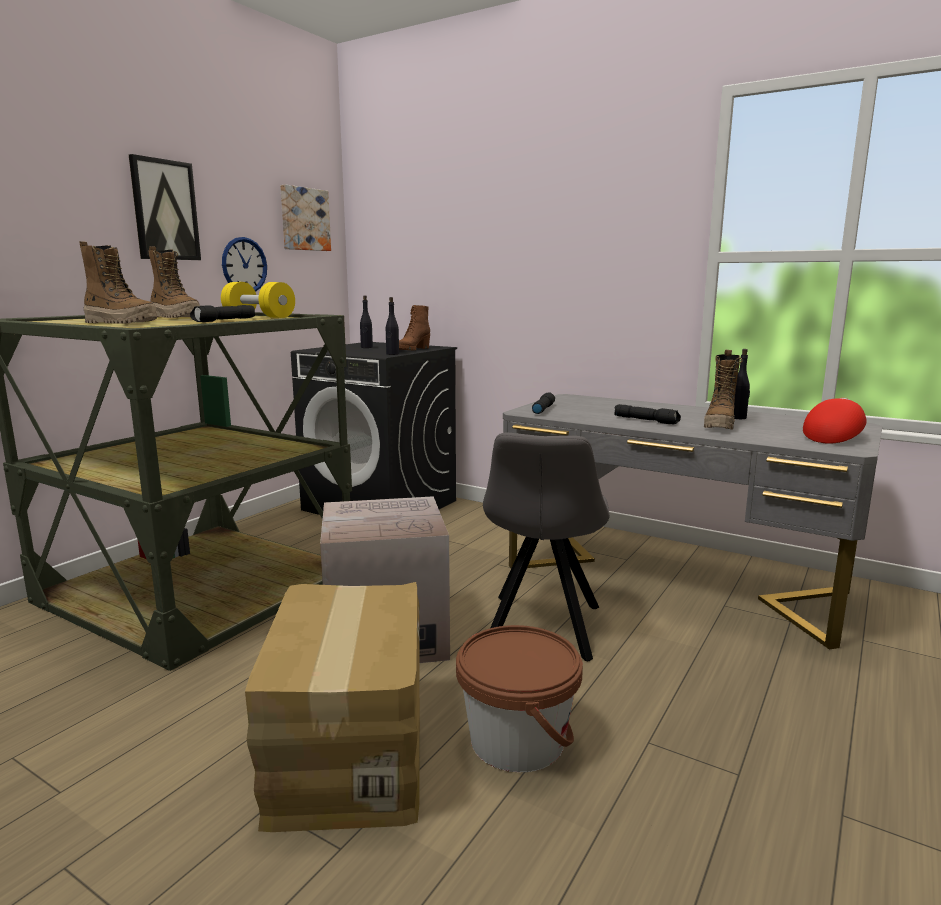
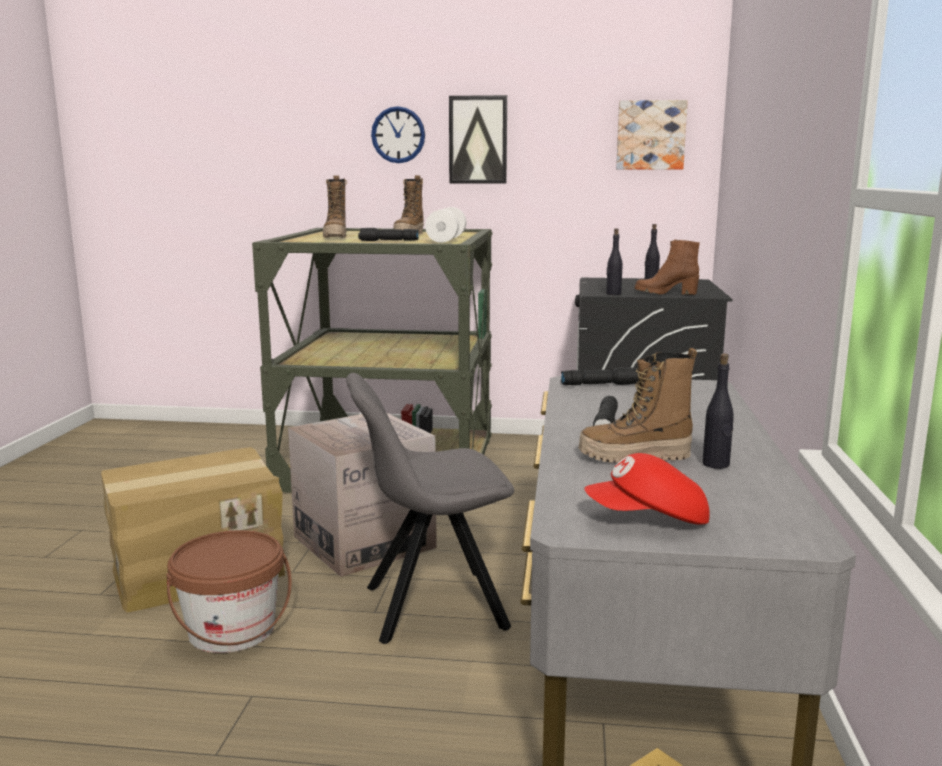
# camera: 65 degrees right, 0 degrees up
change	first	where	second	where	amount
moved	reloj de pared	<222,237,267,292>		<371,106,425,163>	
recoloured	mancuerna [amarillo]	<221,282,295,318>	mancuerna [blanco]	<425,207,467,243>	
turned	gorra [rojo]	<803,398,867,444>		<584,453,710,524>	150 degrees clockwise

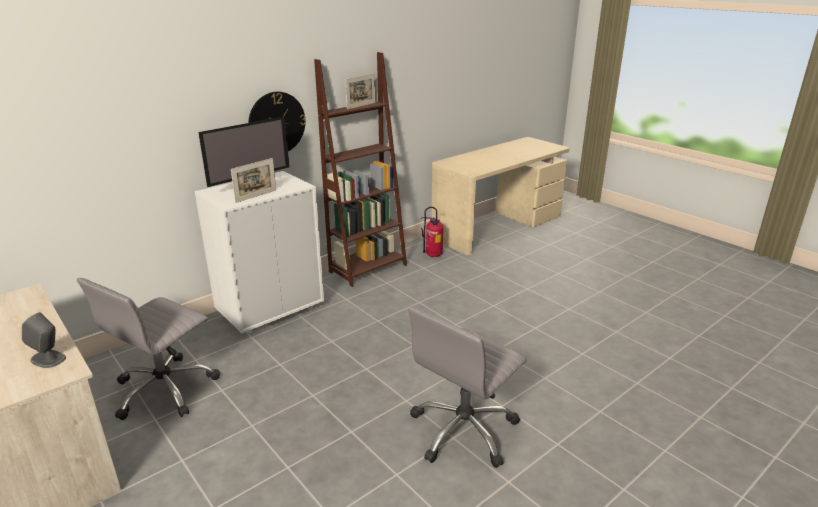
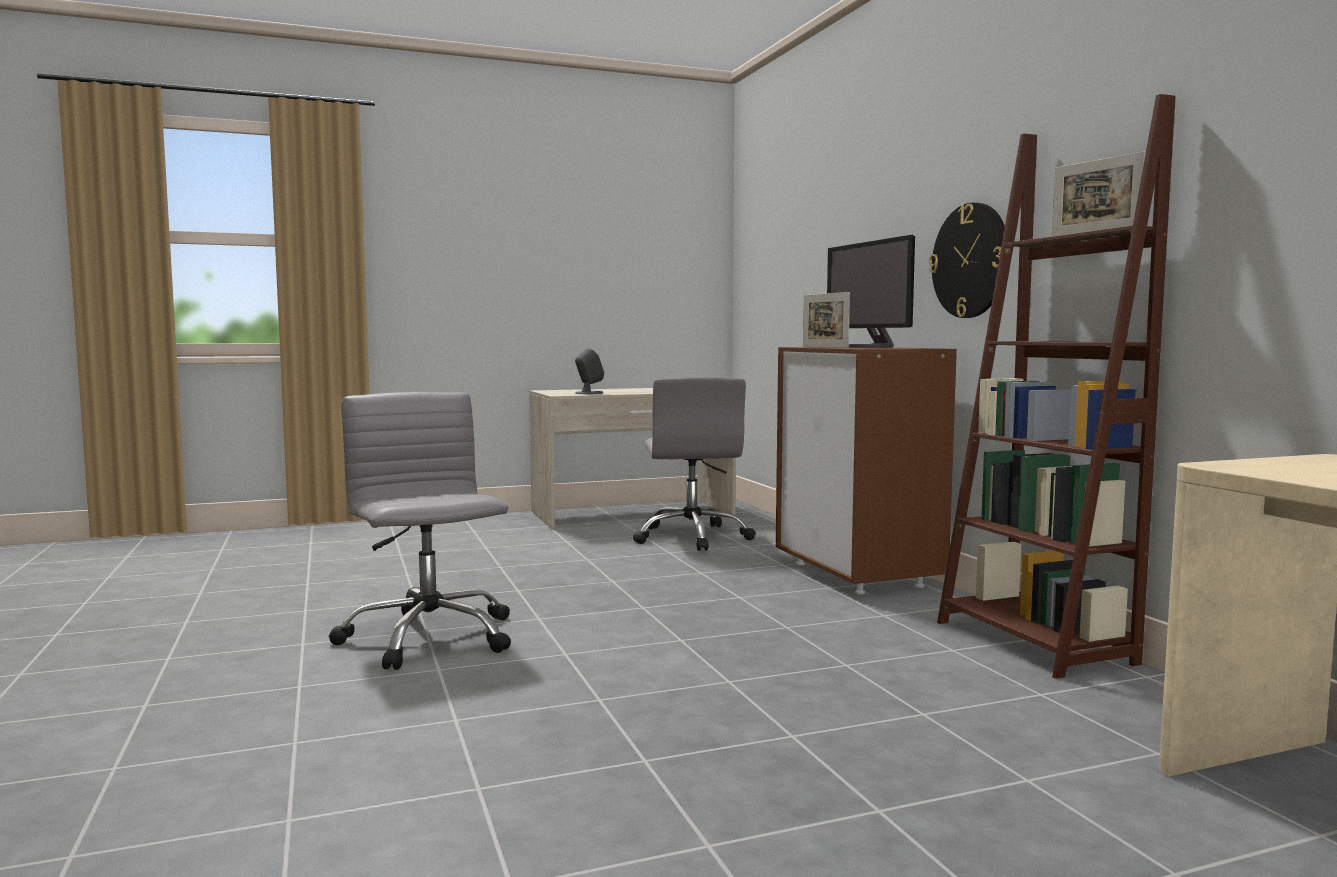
# camera: 110 degrees right, 20 degrees down
change	first	where	second	where	amount
removed	extintor	<421,207,443,257>			
recoloured	armario [blanco]	<195,171,324,334>	armario [marrón]	<776,347,957,595>	
turned	silla de oficina [gris]	<77,278,220,420>		<633,377,756,551>	150 degrees counterclockwise

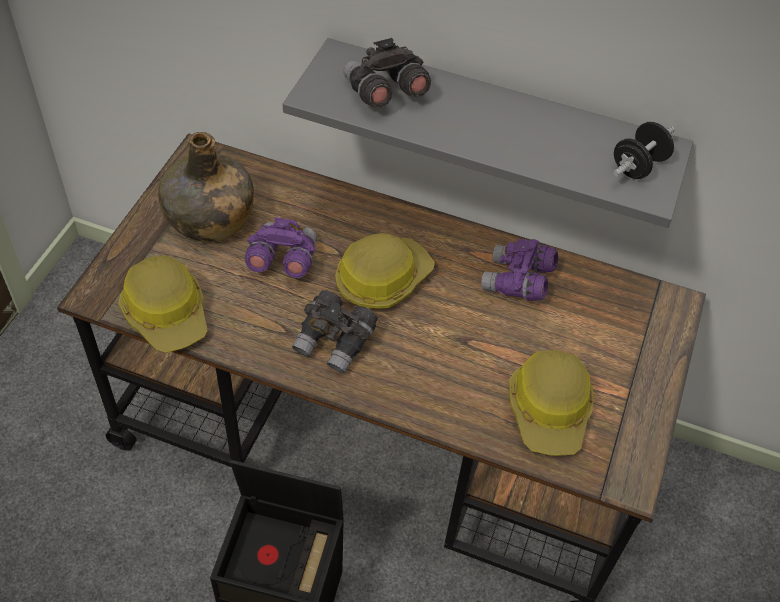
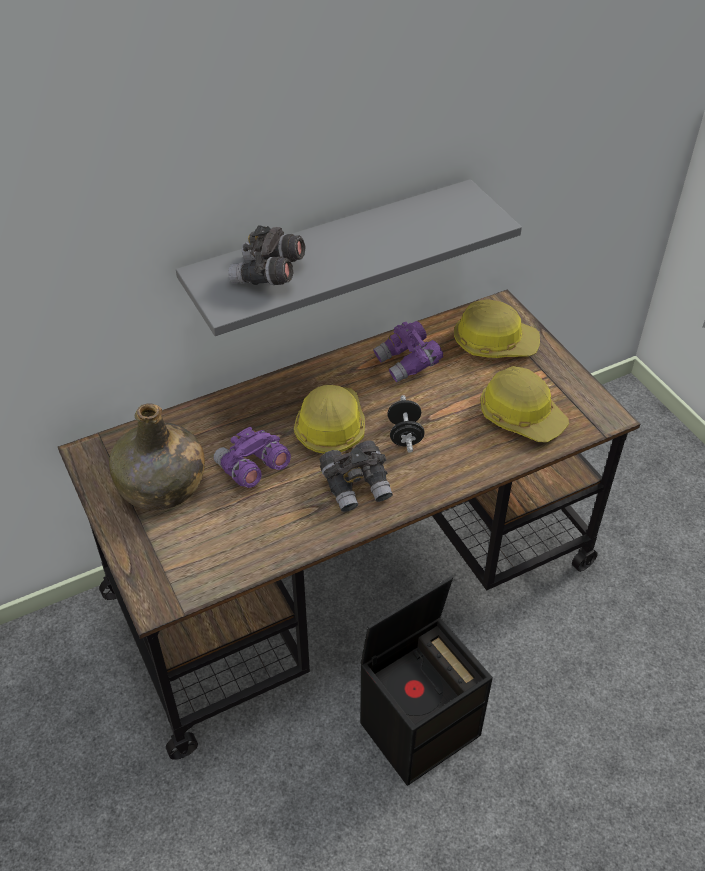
# camera: 45 degrees left, 5 degrees down
change	first	where	second	where	amount
moved	casco	<118,255,208,353>		<454,299,540,358>	
moved	mancuerna [negro]	<613,122,674,179>		<387,395,425,453>	

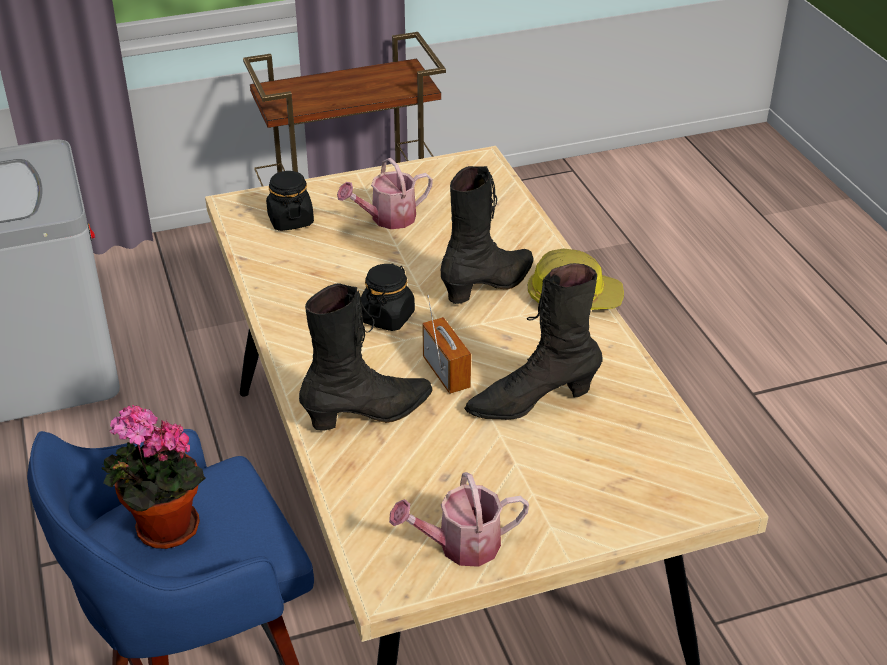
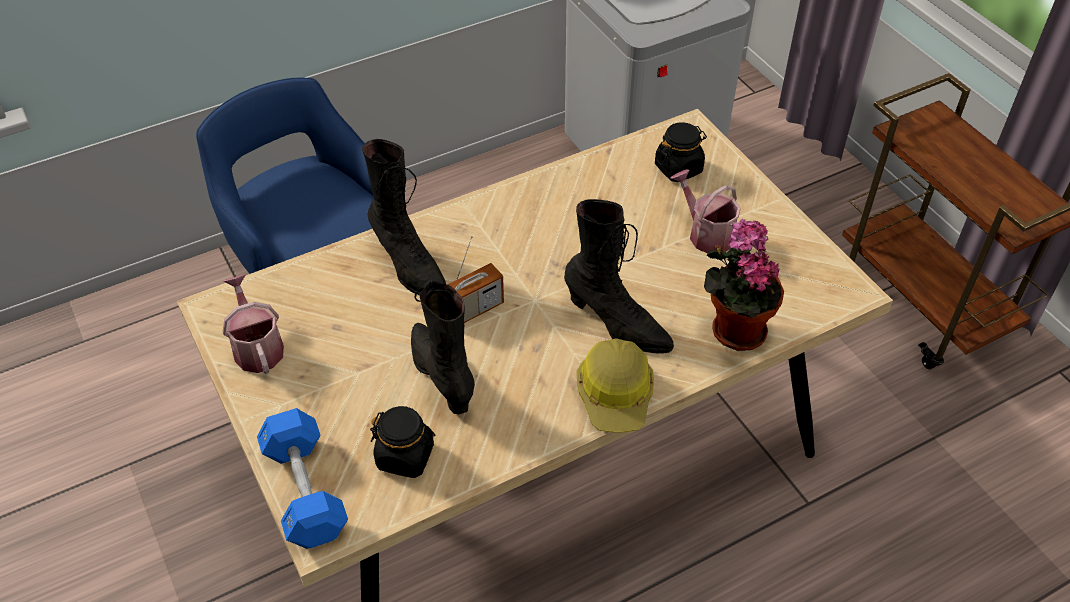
# camera: 80 degrees right, 10 degrees up
change	first	where	second	where	amount
added			mancuerna [azul]	<257,408,348,549>	
moved	planta en maceta	<102,405,206,549>		<704,219,784,351>	
moved	tarro [negro]	<361,263,415,331>		<370,406,436,478>	

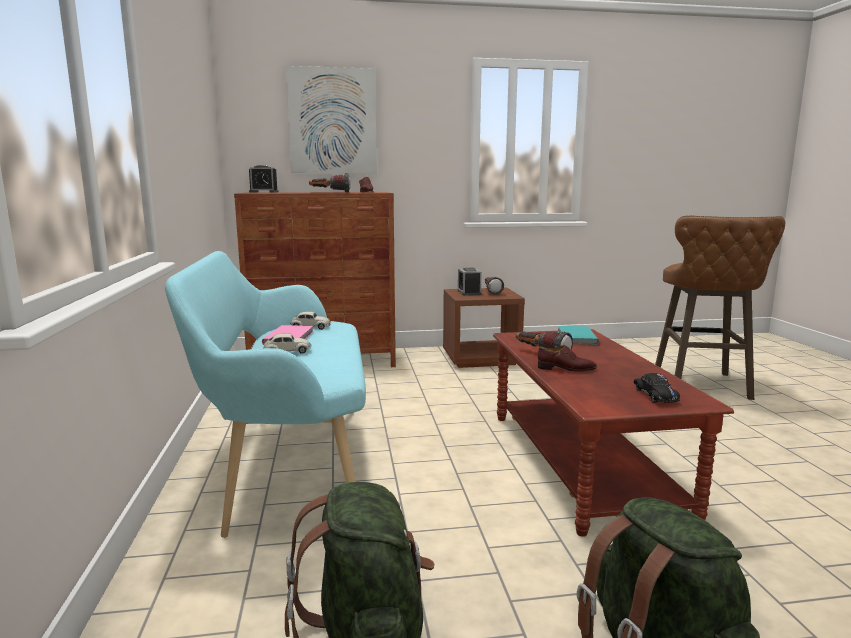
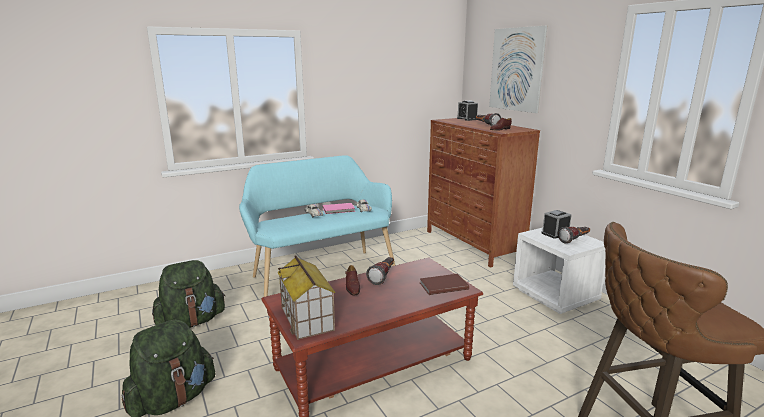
# camera: 70 degrees right, 5 degrees up
change	first	where	second	where	amount
replaced	coche de juguete [negro]	<634,373,680,403>	casita	<277,255,335,340>	
recoloured	mesita de noche [marrón]	<443,288,525,368>	mesita de noche [blanco]	<513,228,606,314>	
recoloured	libro [turquesa]	<558,326,599,344>	libro [marrón]	<420,274,469,295>	

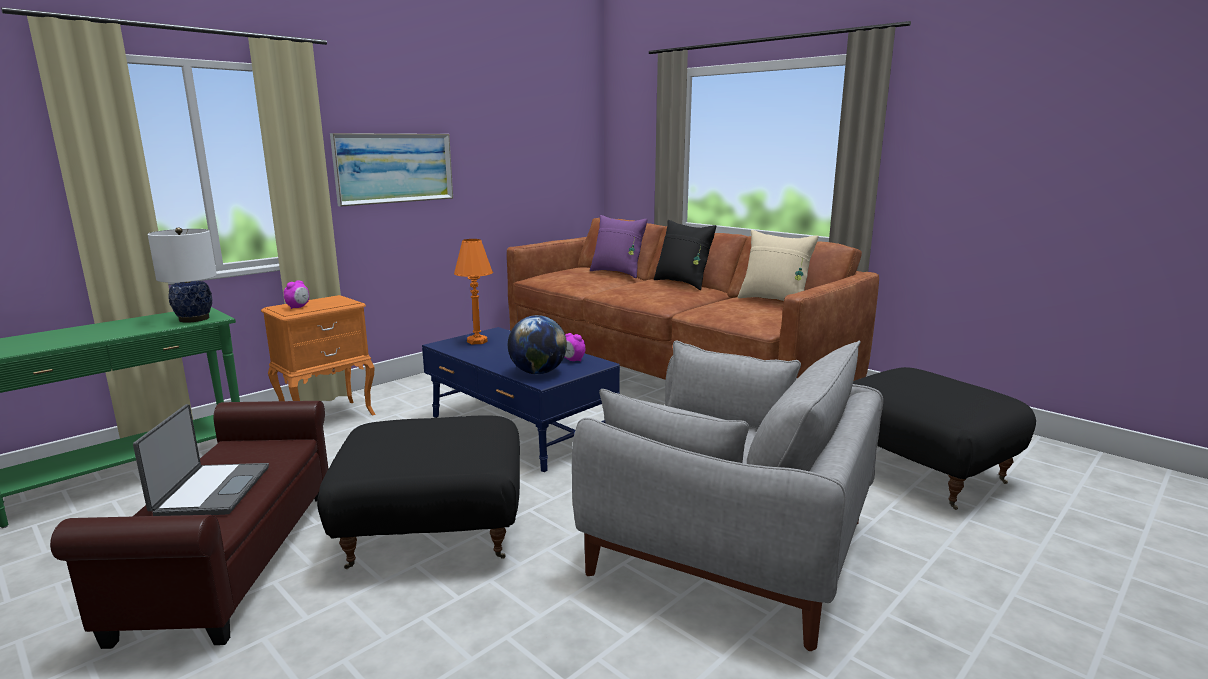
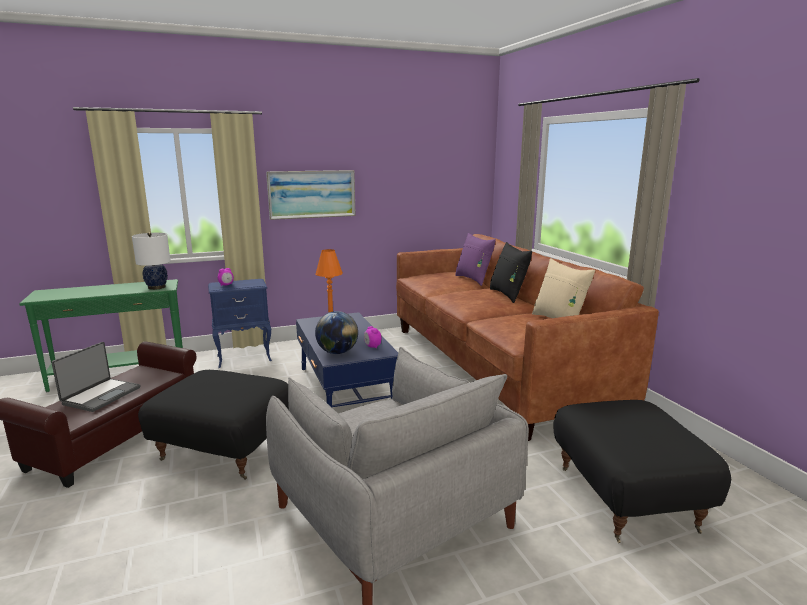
# camera: 25 degrees right, 0 degrees up
change	first	where	second	where	amount
recoloured	mesita de noche [naranja]	<261,295,376,415>	mesita de noche [azul]	<208,279,272,368>	

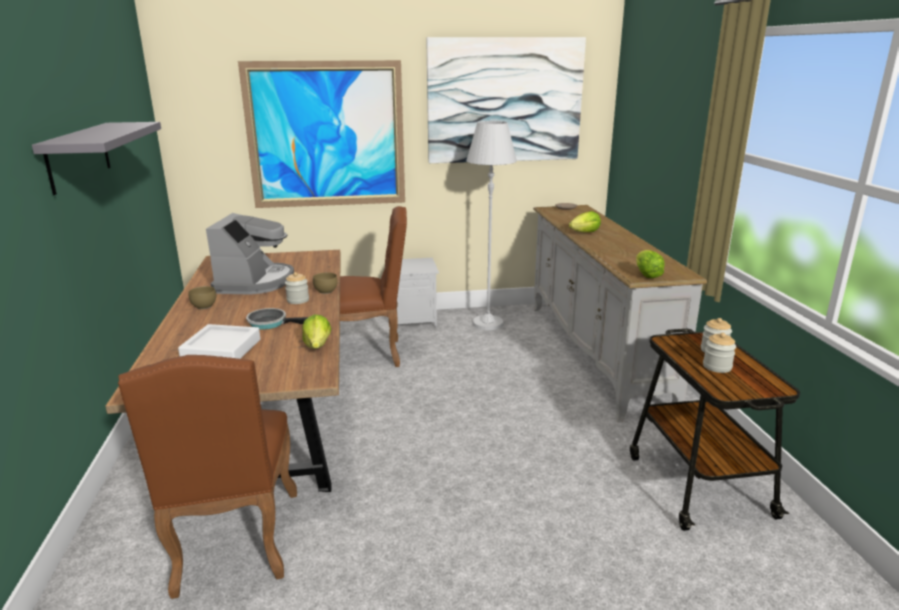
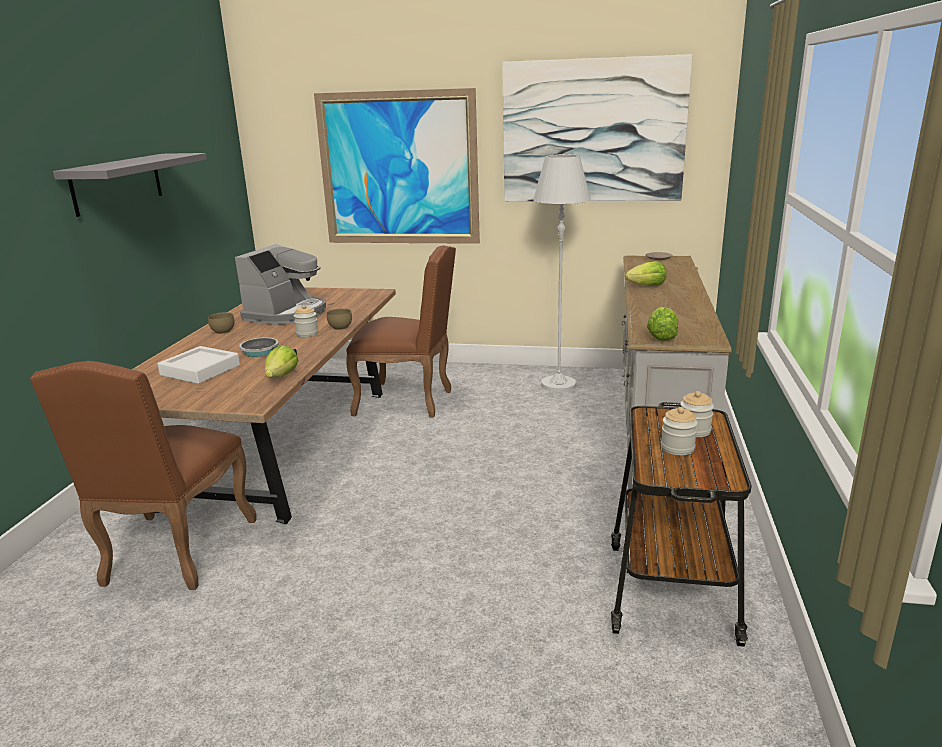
# camera: 20 degrees right, 0 degrees up
change	first	where	second	where	amount
removed	mesita de noche [gris]	<397,258,439,328>			

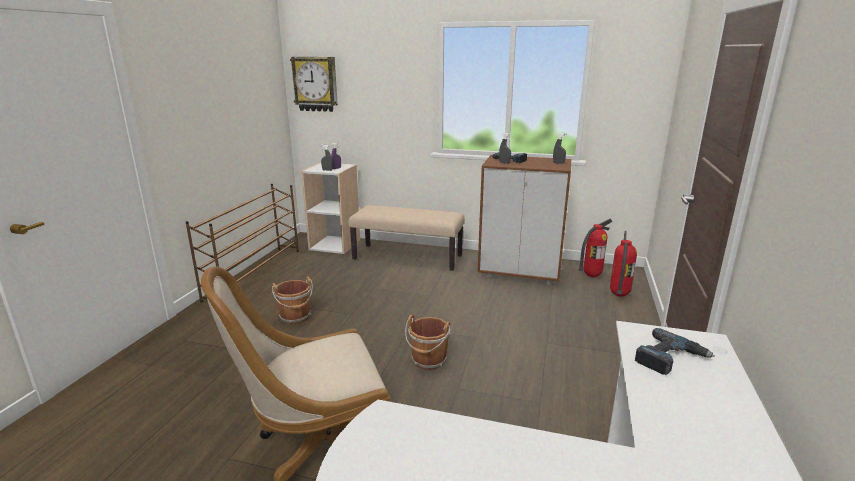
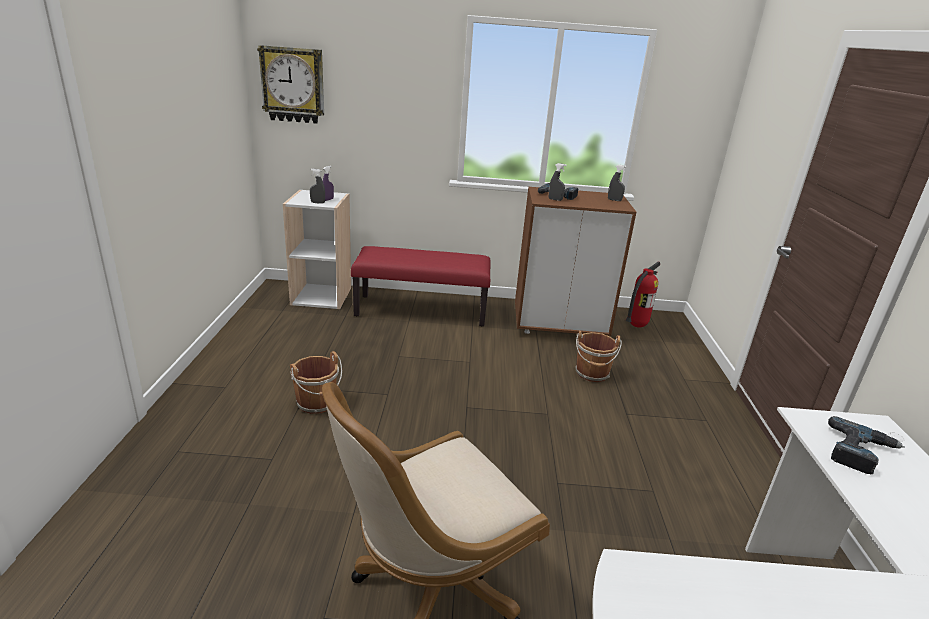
# camera: 15 degrees left, 5 degrees up
change	first	where	second	where	amount
removed	zapatero [marrón]	<186,184,299,303>			
removed	extintor	<610,231,637,297>			
moved	cubo [marrón]	<405,314,451,370>		<576,330,622,382>	
recoloured	banco [beis]	<348,205,465,271>	banco [rojo]	<351,246,491,327>	

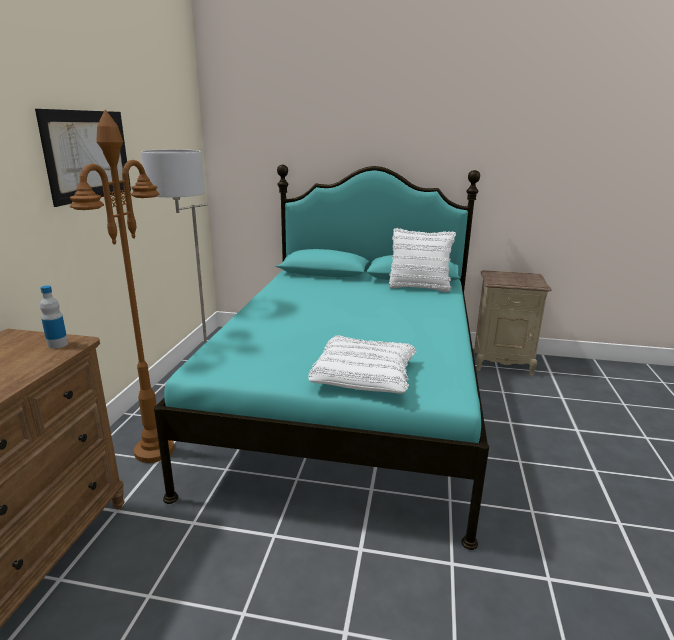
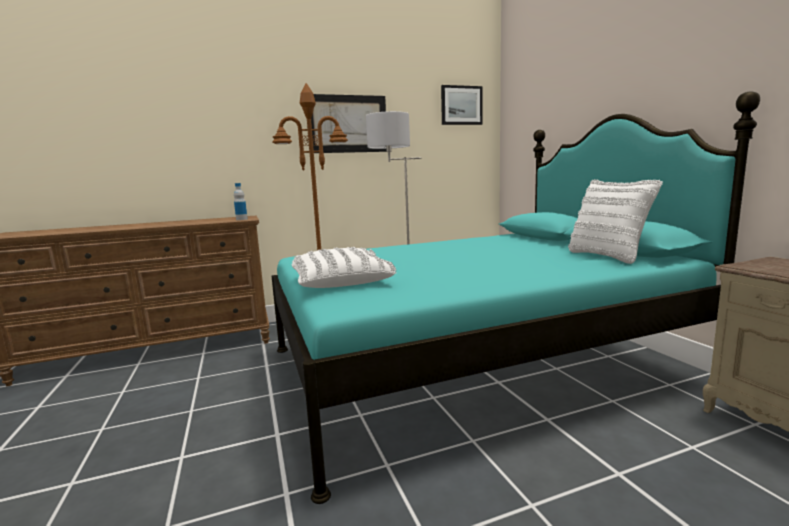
# camera: 60 degrees right, 10 degrees down
change	first	where	second	where	amount
added			cuadro	<441,85,483,125>	

